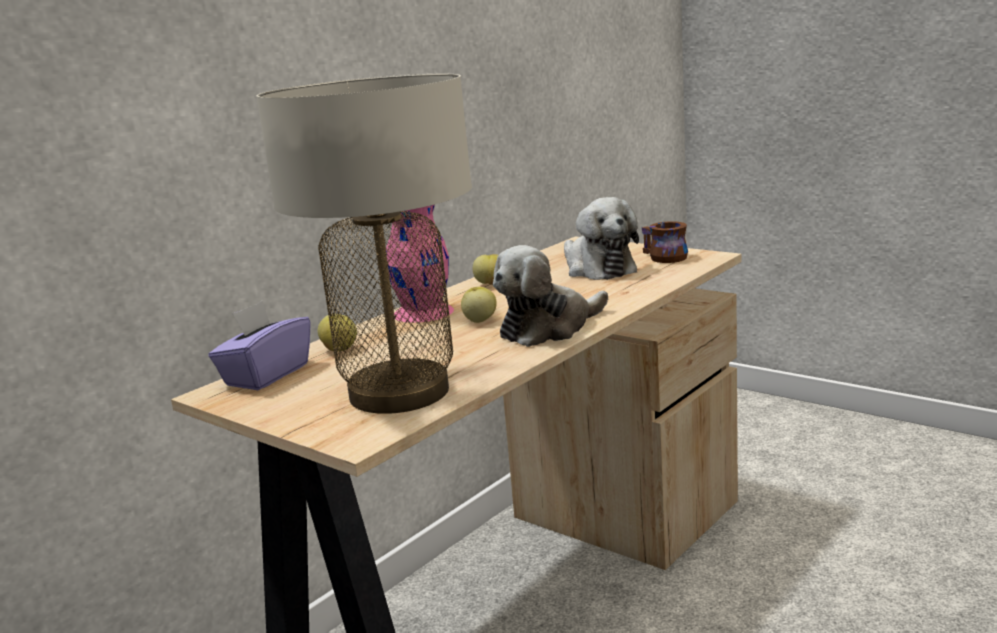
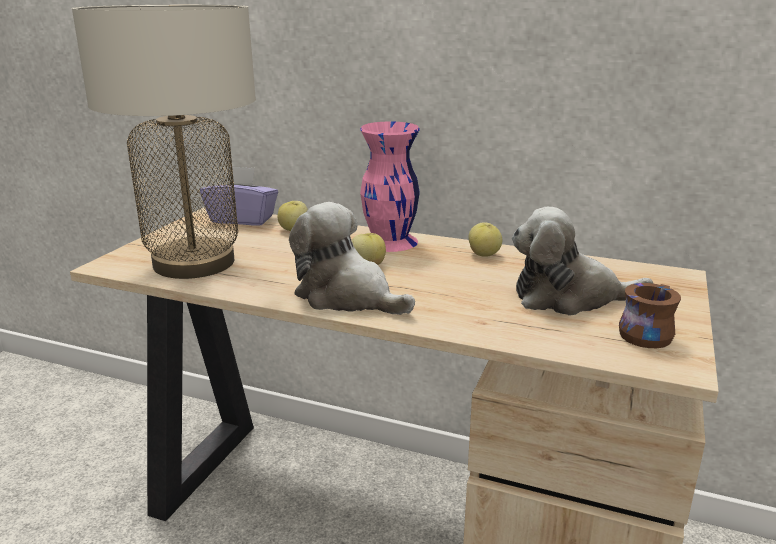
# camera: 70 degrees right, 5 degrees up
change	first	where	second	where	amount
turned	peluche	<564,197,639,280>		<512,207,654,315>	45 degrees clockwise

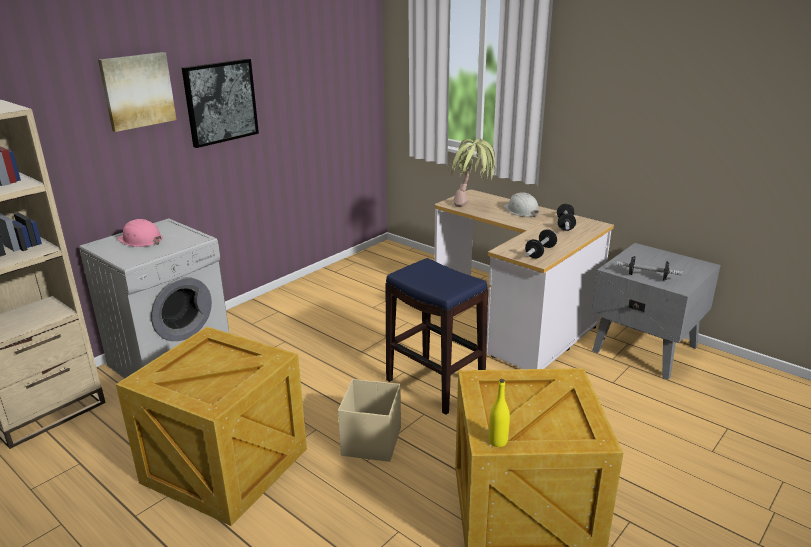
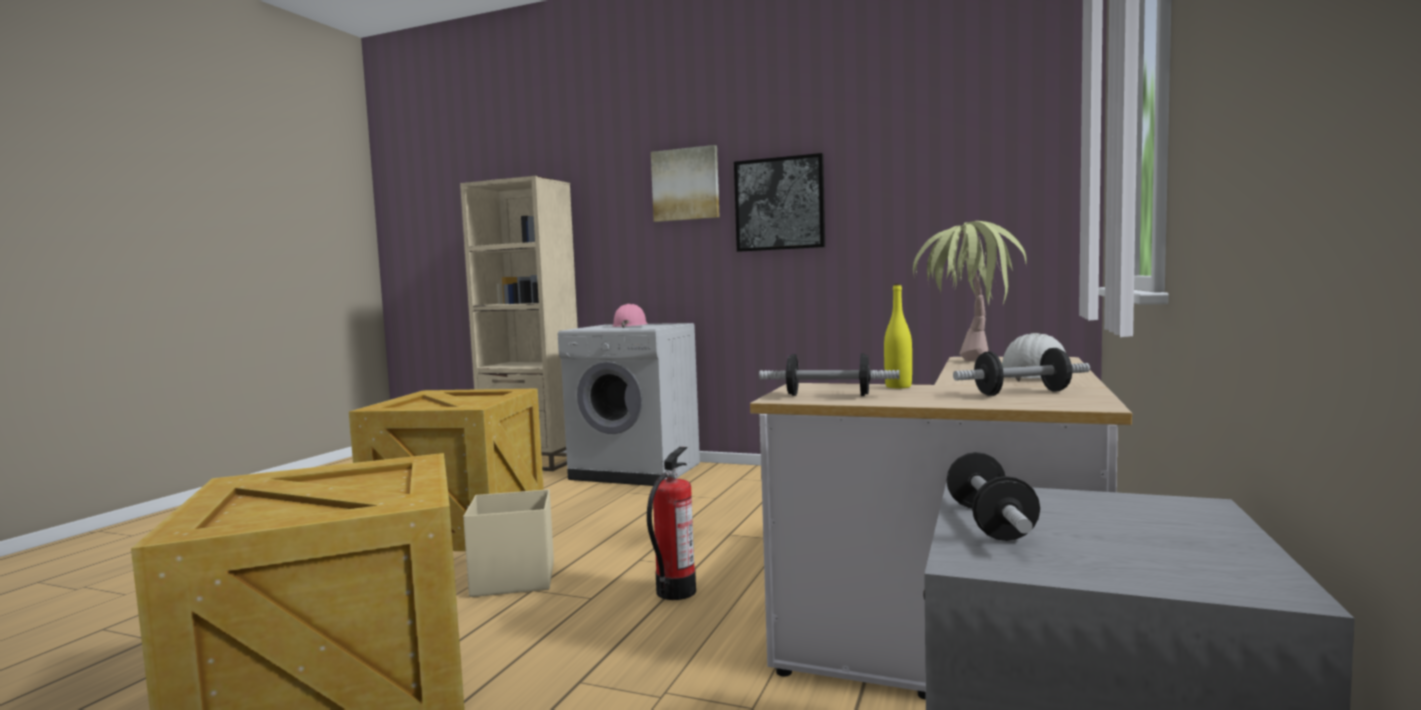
# camera: 70 degrees right, 20 degrees down
change	first	where	second	where	amount
moved	botella [amarillo]	<489,379,510,447>		<884,283,912,388>	
replaced	taburete	<385,258,488,415>	extintor	<647,447,696,600>	

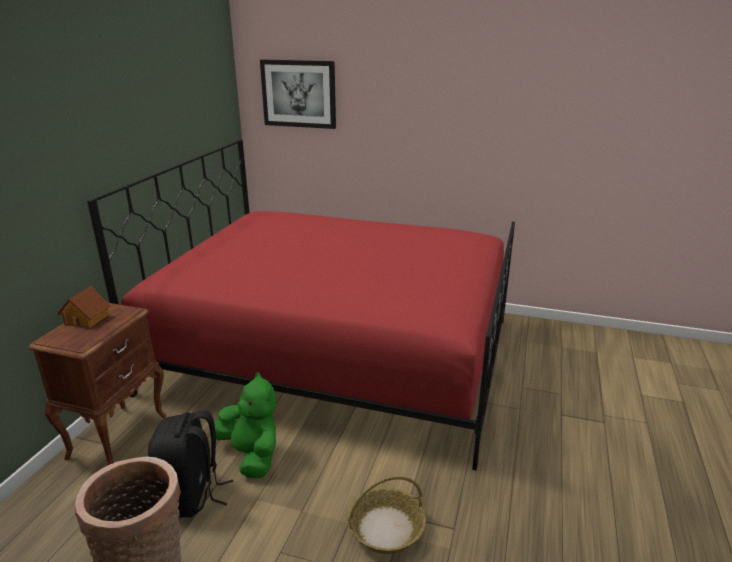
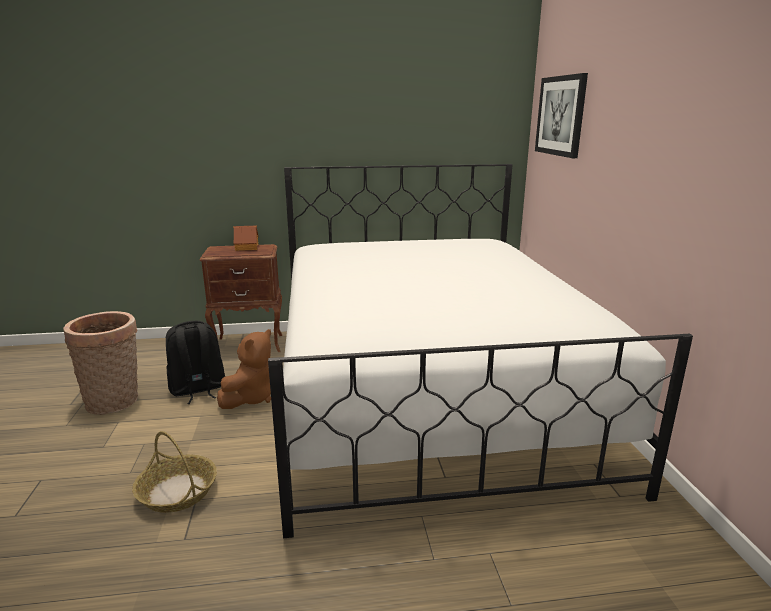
# camera: 65 degrees right, 5 degrees down
change	first	where	second	where	amount
recoloured	cama [rojo]	<87,140,515,470>	cama [blanco]	<268,164,693,538>	
recoloured	peluche [verde]	<214,372,276,478>	peluche [marrón]	<217,329,271,409>	

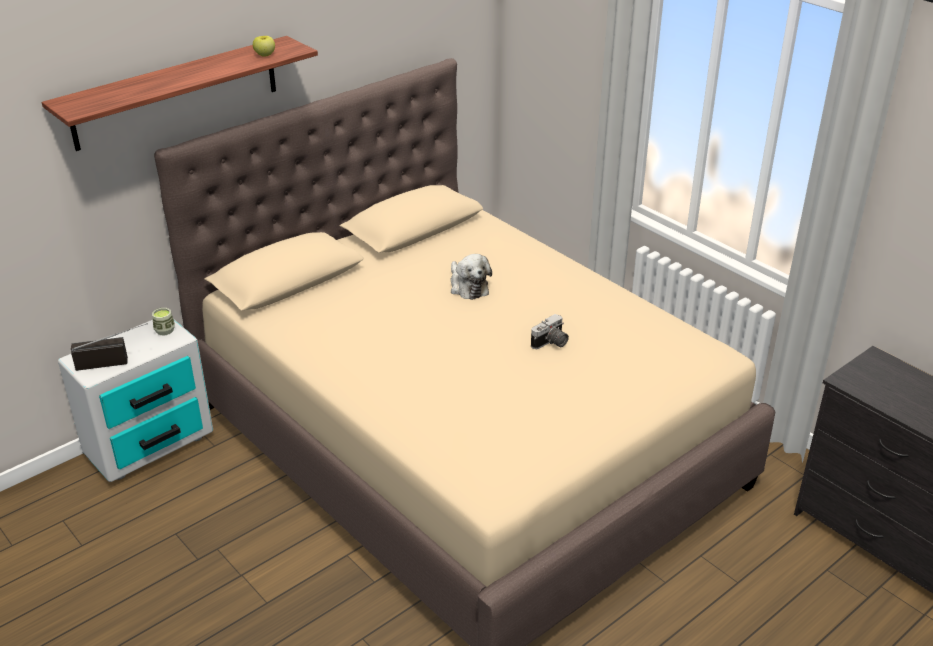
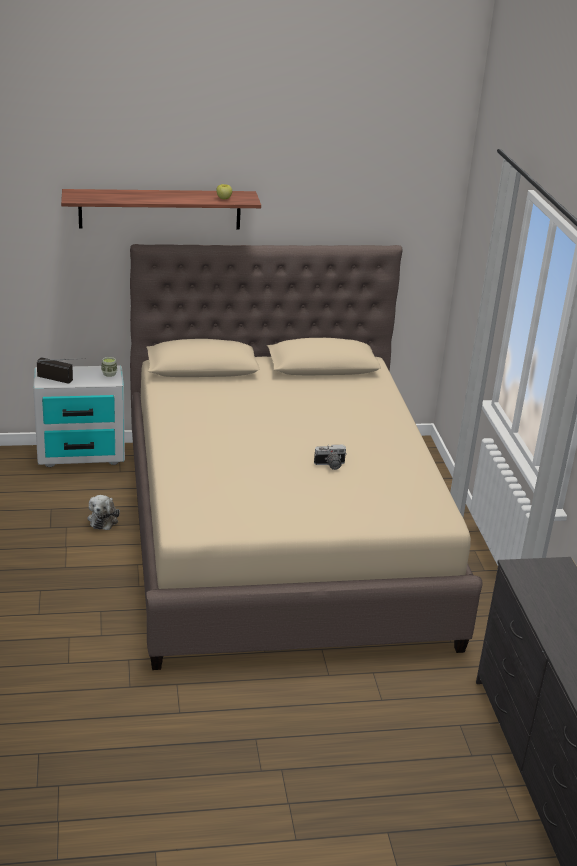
# camera: 30 degrees right, 5 degrees down
change	first	where	second	where	amount
moved	peluche	<451,254,492,300>		<88,495,120,530>	

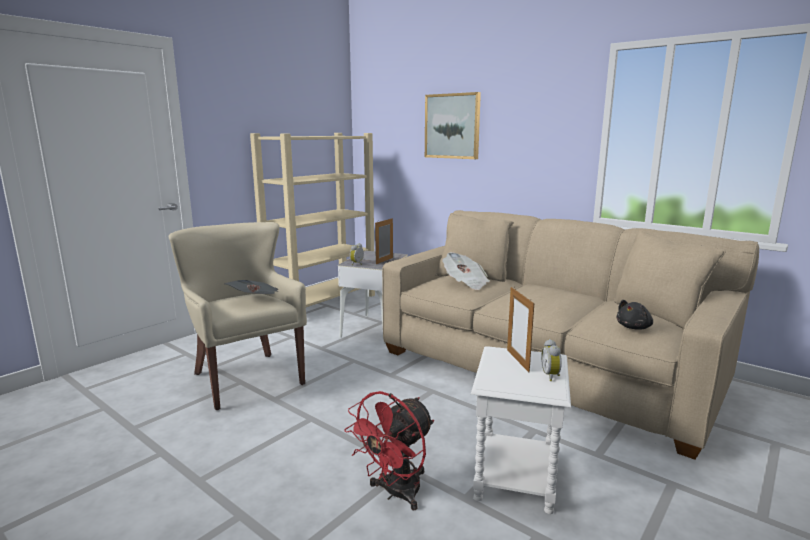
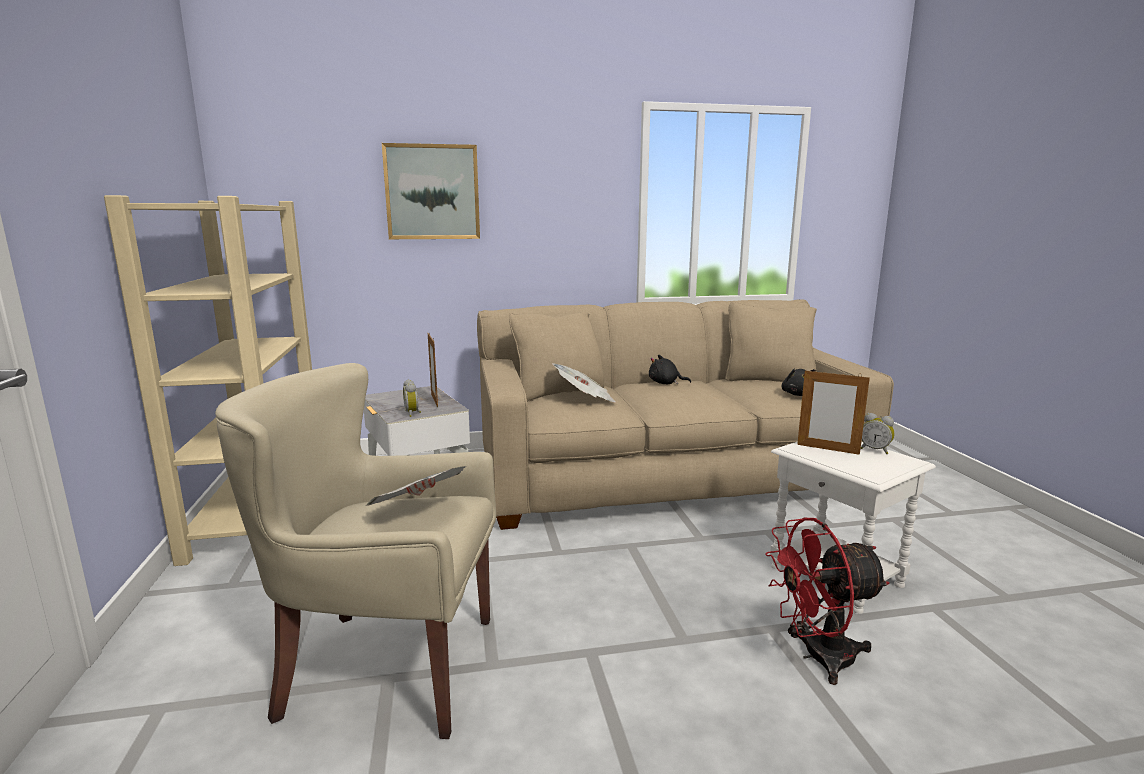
# camera: 50 degrees left, 0 degrees up
change	first	where	second	where	amount
added			peluche [negro]	<649,355,691,384>	
turned	ventilador [rojo]	<344,391,434,510>		<765,518,890,685>	90 degrees clockwise

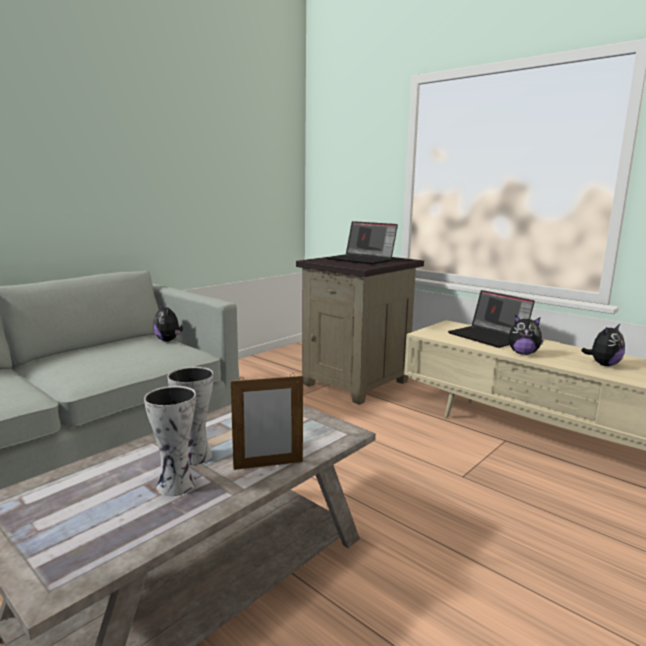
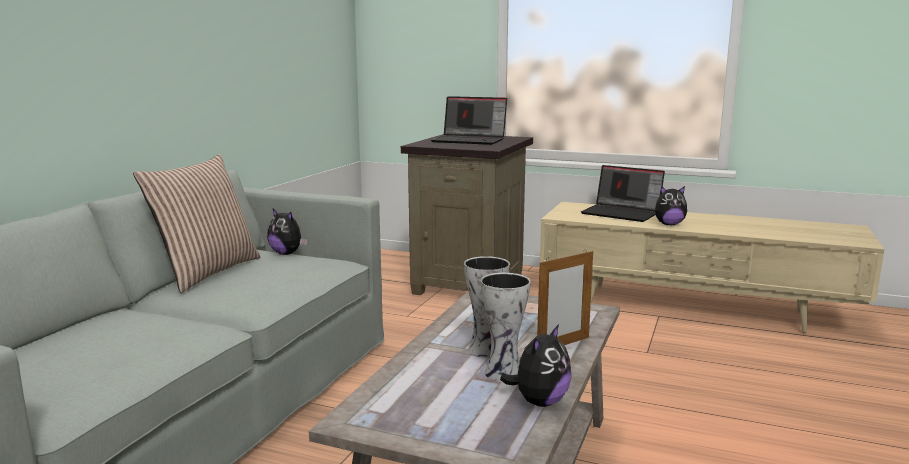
# camera: 20 degrees left, 0 degrees up
change	first	where	second	where	amount
added			cojín	<133,154,261,293>	
moved	peluche	<581,324,625,366>		<500,324,571,407>	

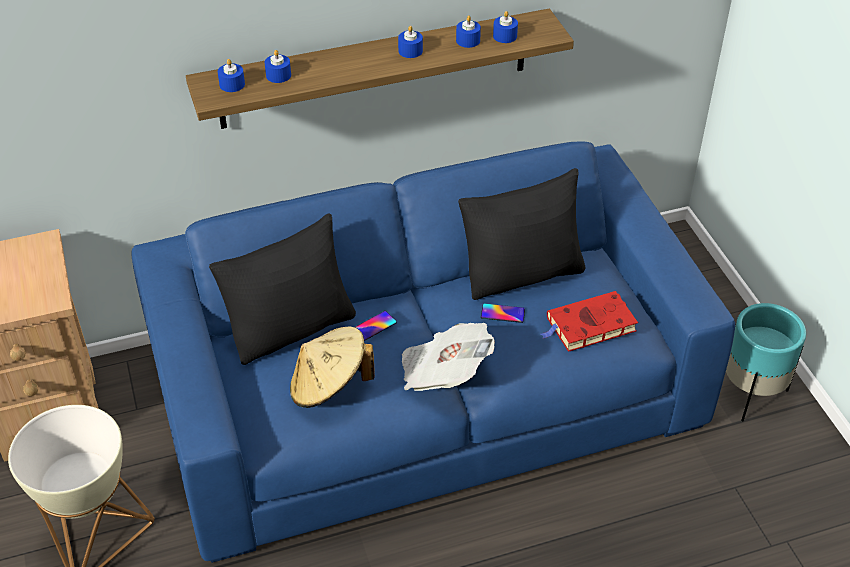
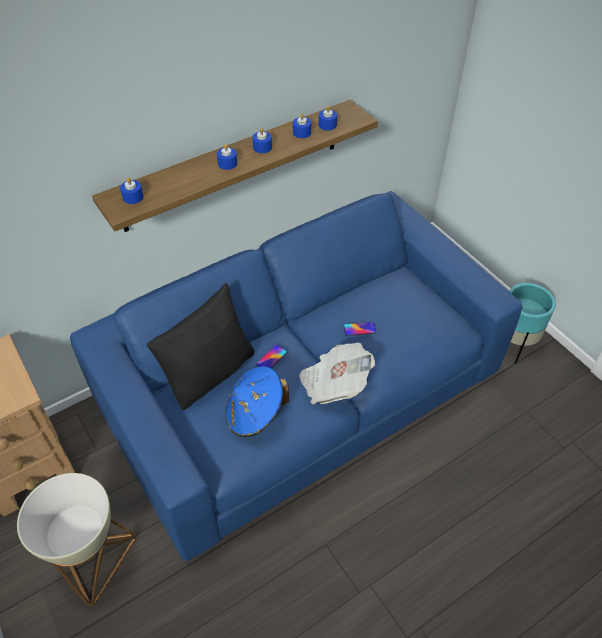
# camera: 15 degrees left, 5 degrees up
change	first	where	second	where	amount
removed	cojín [negro]	<458,168,586,300>			
removed	libro [rojo]	<540,291,638,352>			
moved	vela [azul]	<265,50,291,83>		<217,144,237,170>	
recoloured	sombrero [beis]	<290,327,375,408>	sombrero [azul]	<225,367,289,437>	

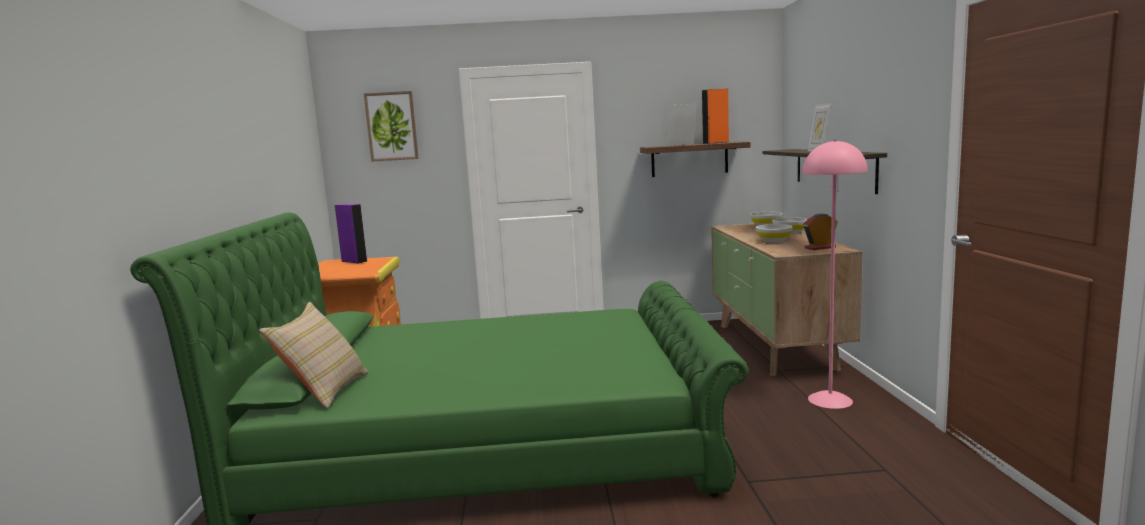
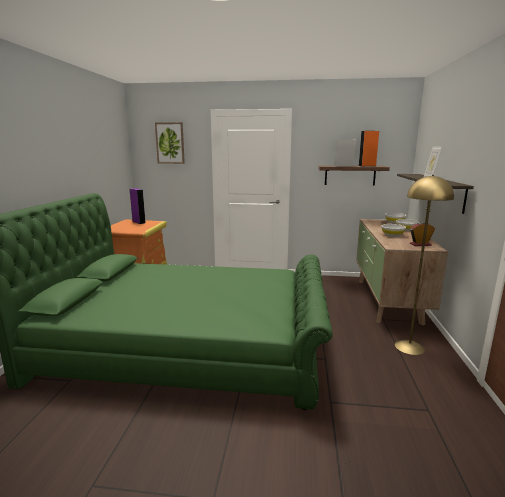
# camera: 10 degrees right, 5 degrees up
change	first	where	second	where	amount
removed	cojín [beis]	<259,302,369,409>			
recoloured	lámpara de pie [rosa]	<802,139,868,409>	lámpara de pie [amarillo]	<395,175,454,355>	

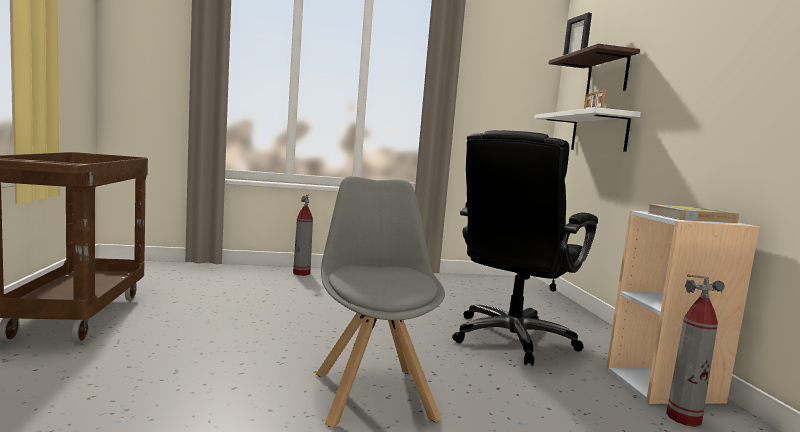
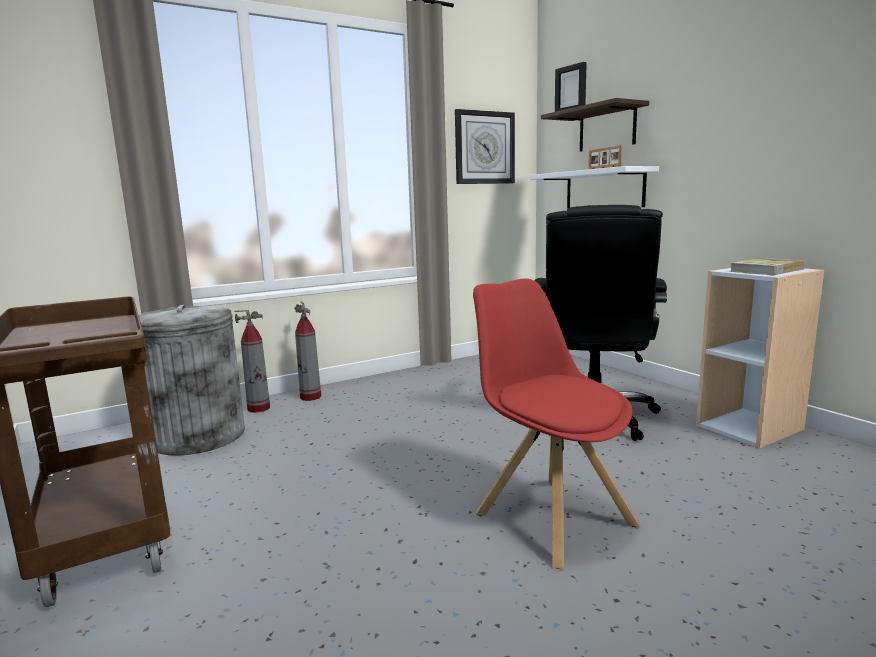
# camera: 20 degrees left, 5 degrees up
change	first	where	second	where	amount
added			papelera [gris]	<139,305,245,456>	
added			reloj de pared	<455,109,515,184>	
moved	extintor	<666,274,725,427>		<234,310,270,413>	
recoloured	silla [gris]	<315,176,445,428>	silla [rojo]	<473,278,639,569>	

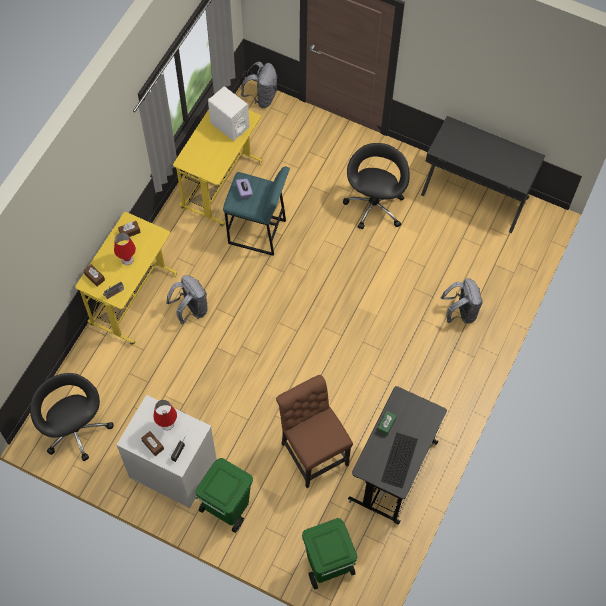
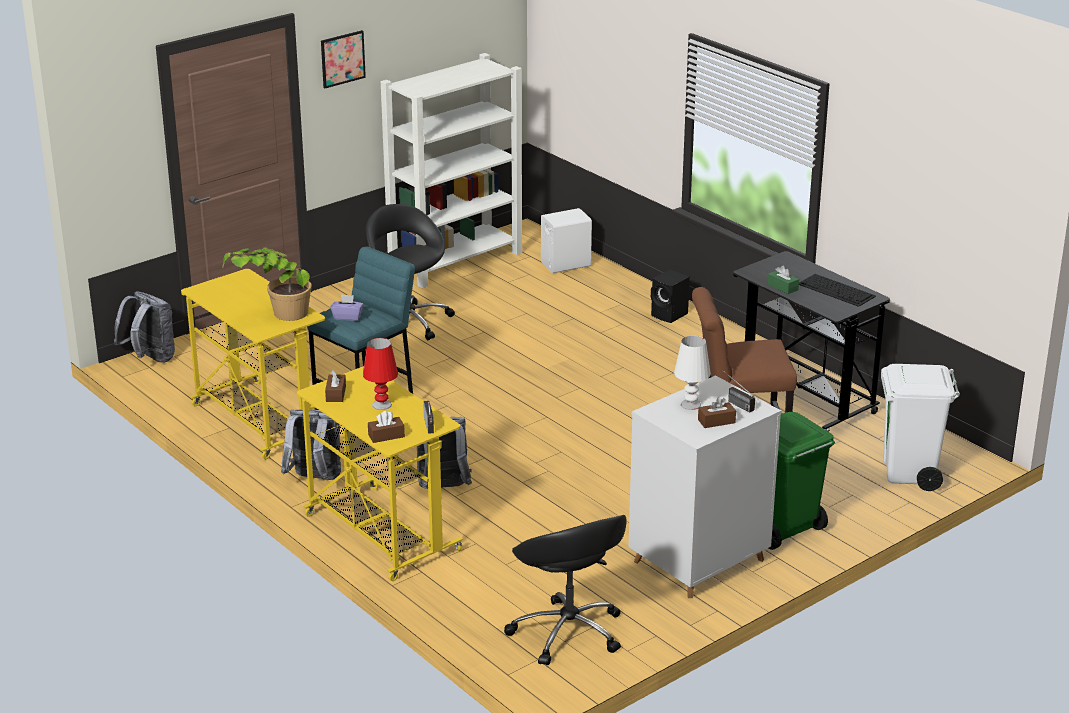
# camera: 65 degrees left, 35 degrees down
change	first	where	second	where	amount
added			planta en maceta	<222,247,312,321>	
added			cuadro	<321,30,366,88>	
added			altavoz [negro]	<651,270,690,323>	
moved	altavoz [blanco]	<208,86,249,141>		<541,208,592,273>	
moved	mochila [gris]	<441,278,483,324>		<281,409,341,480>	
replaced	escritorio [negro]	<421,116,545,233>	estantería [blanco]	<381,53,522,288>	
recoloured	lámpara de mesa [rojo]	<153,400,177,430>	lámpara de mesa [blanco]	<674,336,711,410>	
recoloured	papelera [verde]	<302,518,357,590>	papelera [blanco]	<881,364,960,491>	
turned	silla de oficina [negro]	<30,373,114,461>		<504,515,627,665>	105 degrees counterclockwise

